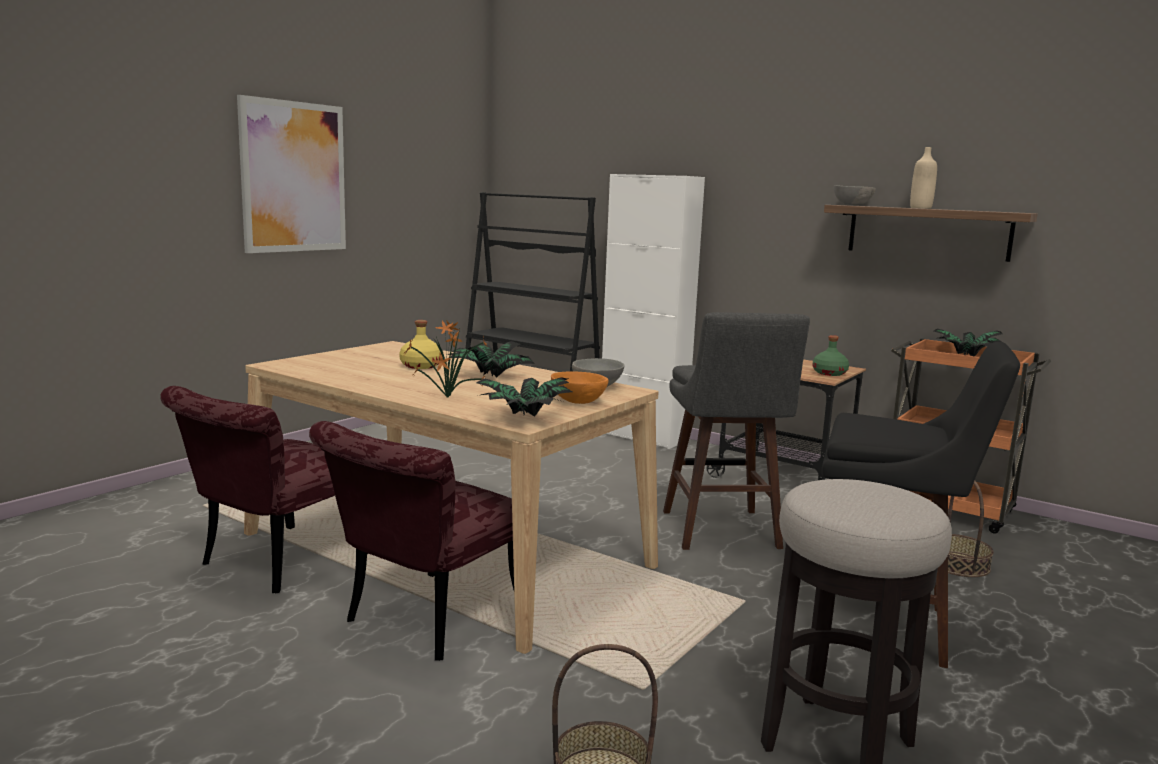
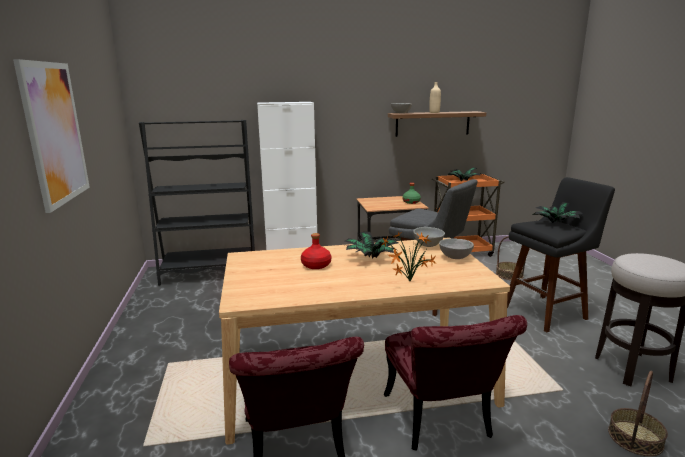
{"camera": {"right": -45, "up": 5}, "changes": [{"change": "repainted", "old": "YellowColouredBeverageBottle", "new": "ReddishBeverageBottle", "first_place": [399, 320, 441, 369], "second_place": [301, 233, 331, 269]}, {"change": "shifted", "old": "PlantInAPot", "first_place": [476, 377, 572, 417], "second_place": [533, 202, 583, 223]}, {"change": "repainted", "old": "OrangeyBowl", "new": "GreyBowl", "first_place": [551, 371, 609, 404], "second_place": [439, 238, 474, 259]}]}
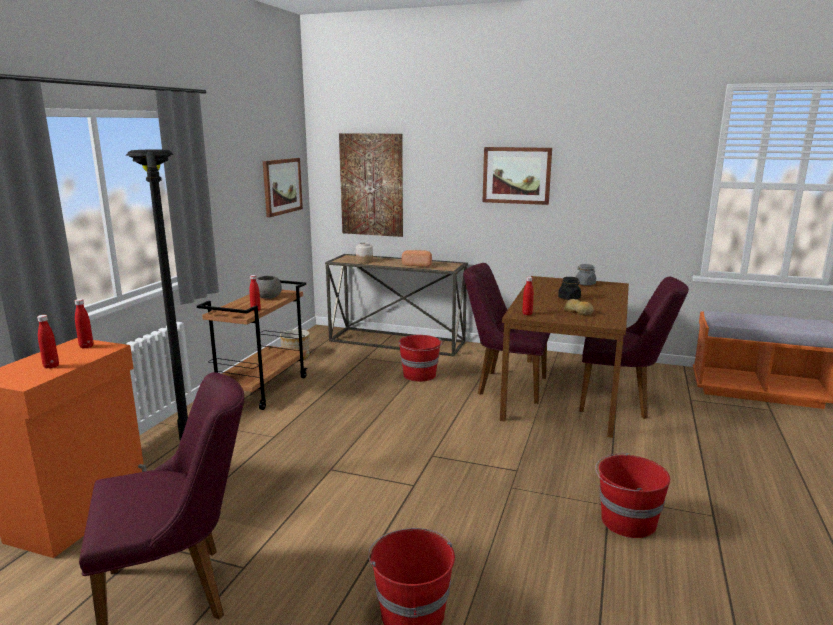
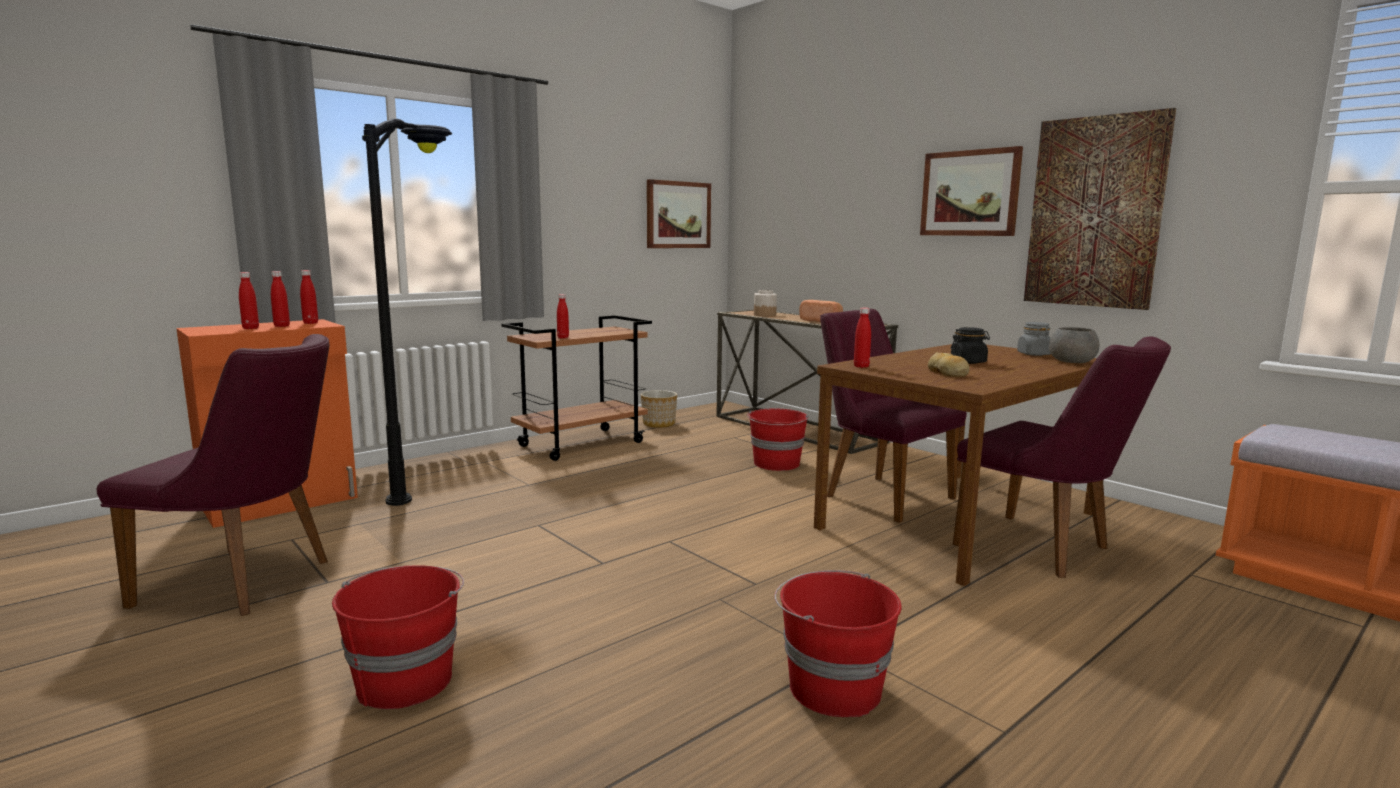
{"camera": {"right": 30, "up": -5}, "changes": [{"change": "shifted", "old": "GreyBowl", "first_place": [256, 276, 282, 299], "second_place": [1049, 327, 1100, 363]}, {"change": "shifted", "old": "WallArt", "first_place": [339, 133, 403, 237], "second_place": [1024, 108, 1176, 310]}, {"change": "new", "new": "ReddishBeverageBottle", "second_place": [271, 271, 290, 327]}]}
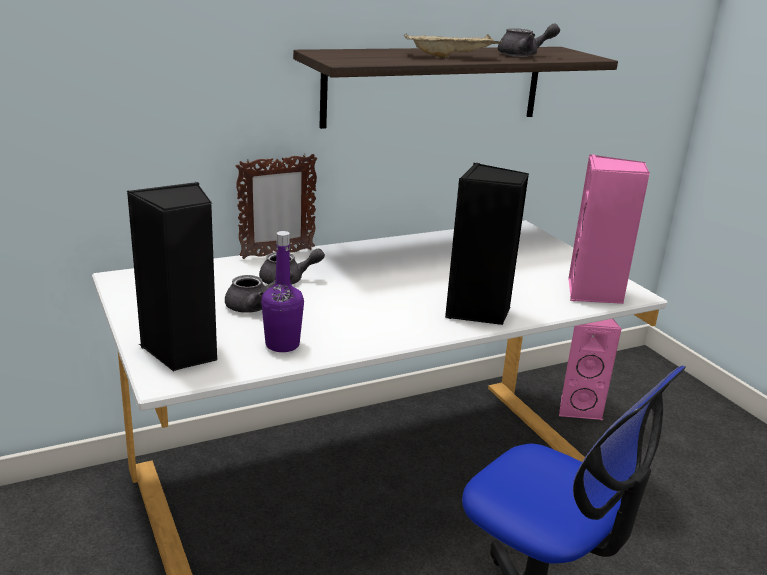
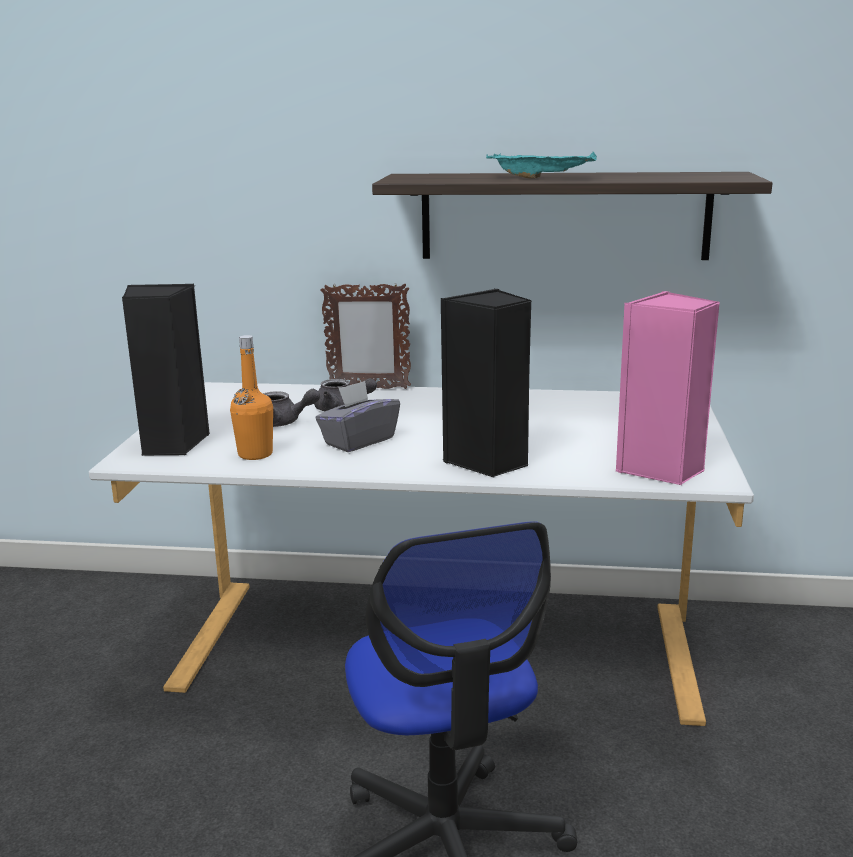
{"camera": {"right": 35, "up": -5}, "changes": [{"change": "repainted", "old": "PurpleBeverageBottle", "new": "OrangeyBeverageBottle", "first_place": [261, 231, 304, 352], "second_place": [230, 335, 273, 460]}, {"change": "repainted", "old": "BeigeCarryingTray", "new": "BlueGreenCarryingTray", "first_place": [404, 33, 502, 58], "second_place": [486, 152, 597, 179]}, {"change": "gone", "old": "GreyTeaPot", "first_place": [498, 24, 560, 57]}, {"change": "gone", "old": "PinkishAudioSpeaker", "first_place": [559, 319, 621, 421]}, {"change": "new", "new": "GreyTissueBox", "second_place": [315, 381, 400, 452]}]}
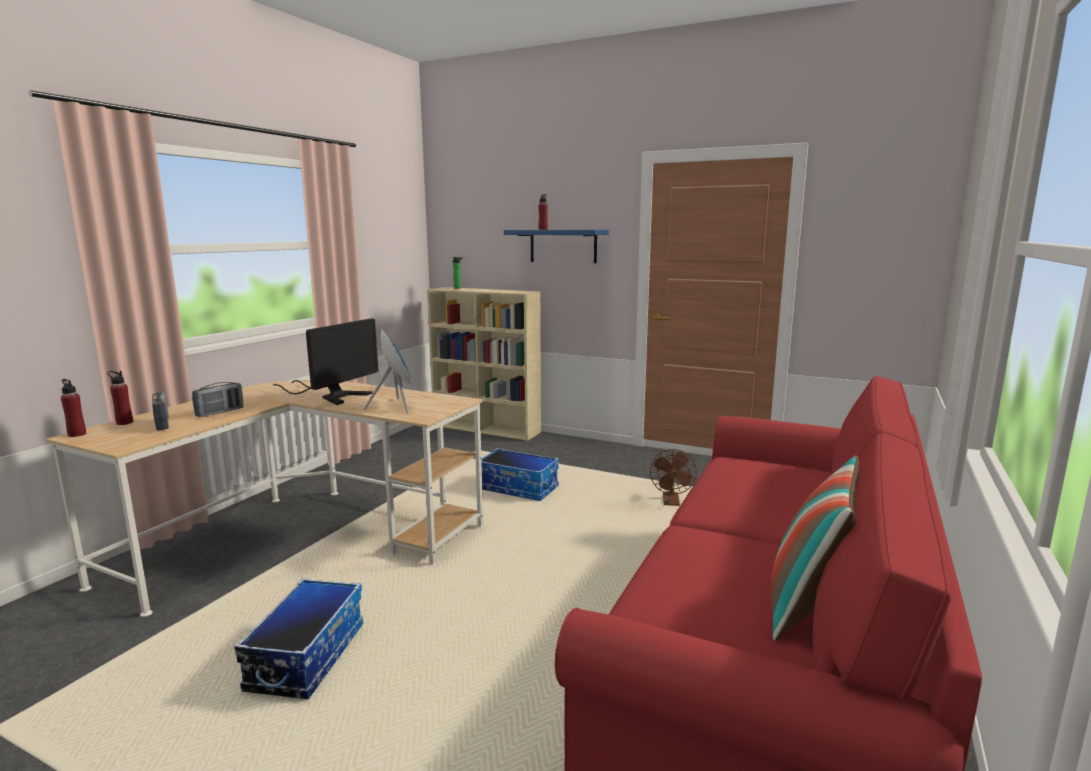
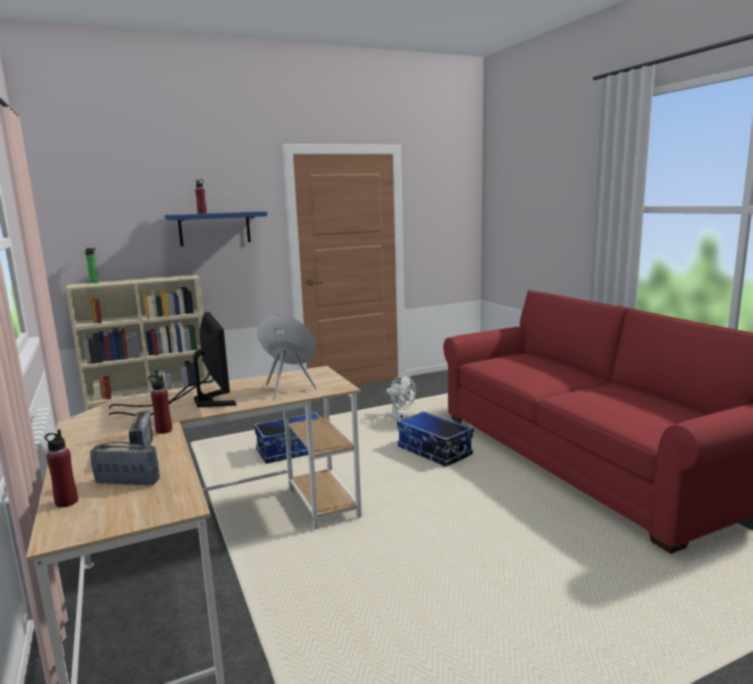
{"camera": {"right": -50, "up": 0}, "changes": [{"change": "shifted", "old": "ReddishBeverageBottle", "first_place": [61, 379, 86, 437], "second_place": [148, 374, 172, 434]}, {"change": "shifted", "old": "StorageBin", "first_place": [234, 578, 363, 699], "second_place": [397, 411, 474, 467]}, {"change": "repainted", "old": "BrownColouredElectricFan", "new": "WhitishElectricFan", "first_place": [650, 449, 697, 506], "second_place": [386, 375, 416, 419]}, {"change": "gone", "old": "Cushion", "first_place": [771, 455, 859, 641]}]}
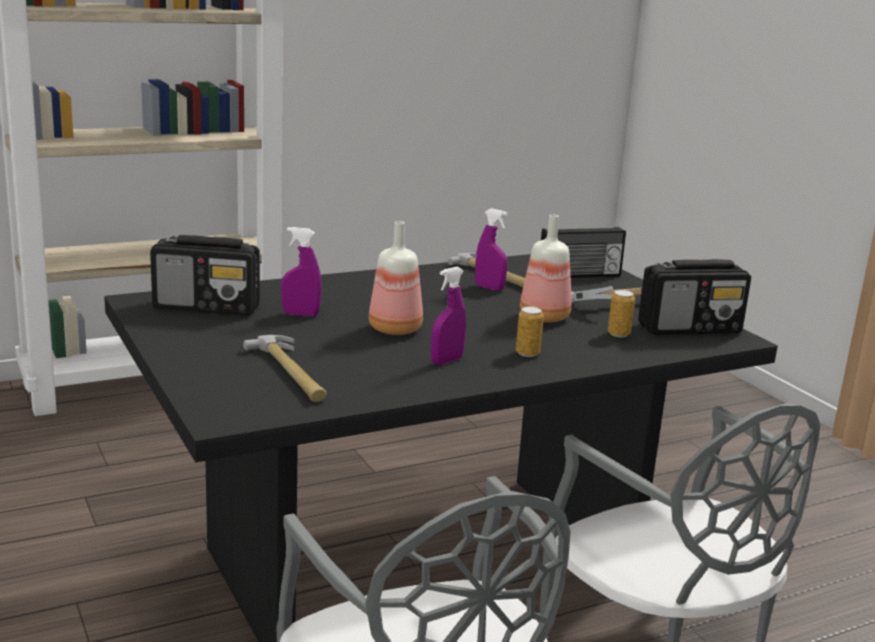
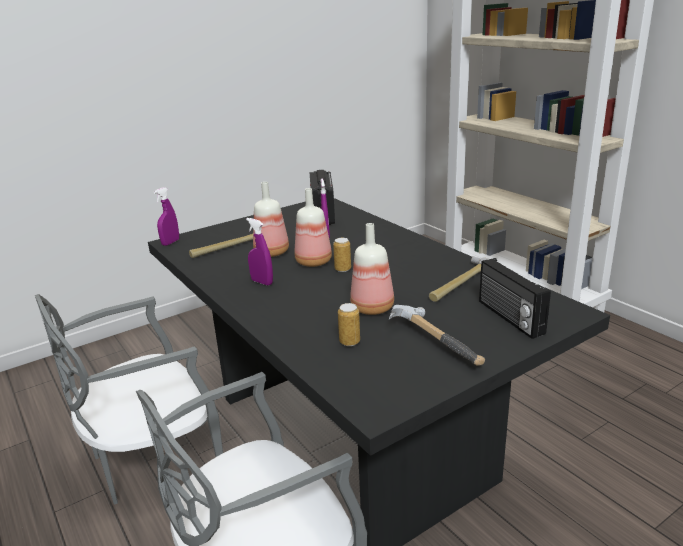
{"camera": {"right": 85, "up": 5}, "changes": [{"change": "shifted", "old": "PurpleHandSprayer", "first_place": [475, 208, 508, 291], "second_place": [154, 187, 179, 246]}, {"change": "shifted", "old": "SealedCan", "first_place": [516, 306, 544, 357], "second_place": [333, 238, 351, 272]}, {"change": "gone", "old": "RadioSet", "first_place": [638, 259, 751, 335]}, {"change": "new", "new": "BeverageBottle", "second_place": [253, 182, 289, 257]}]}
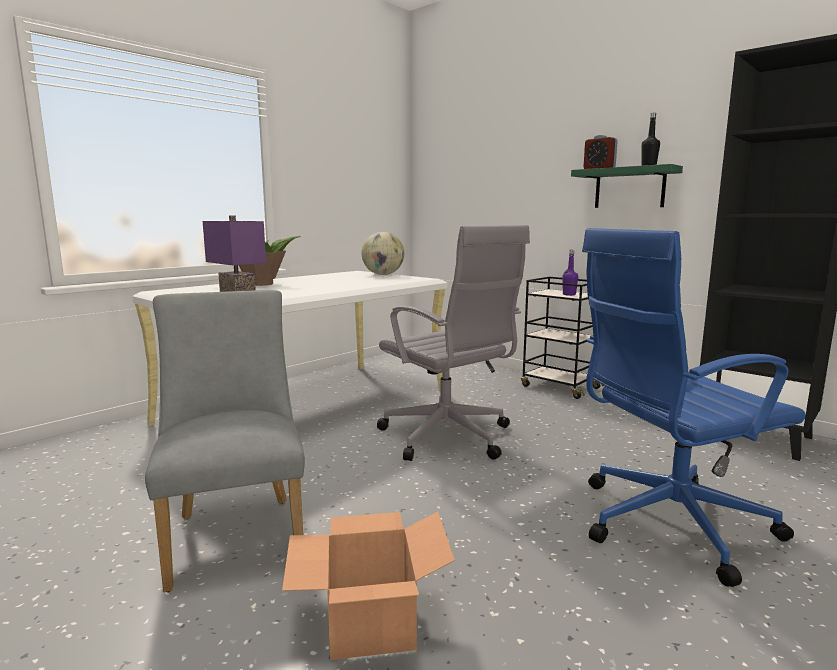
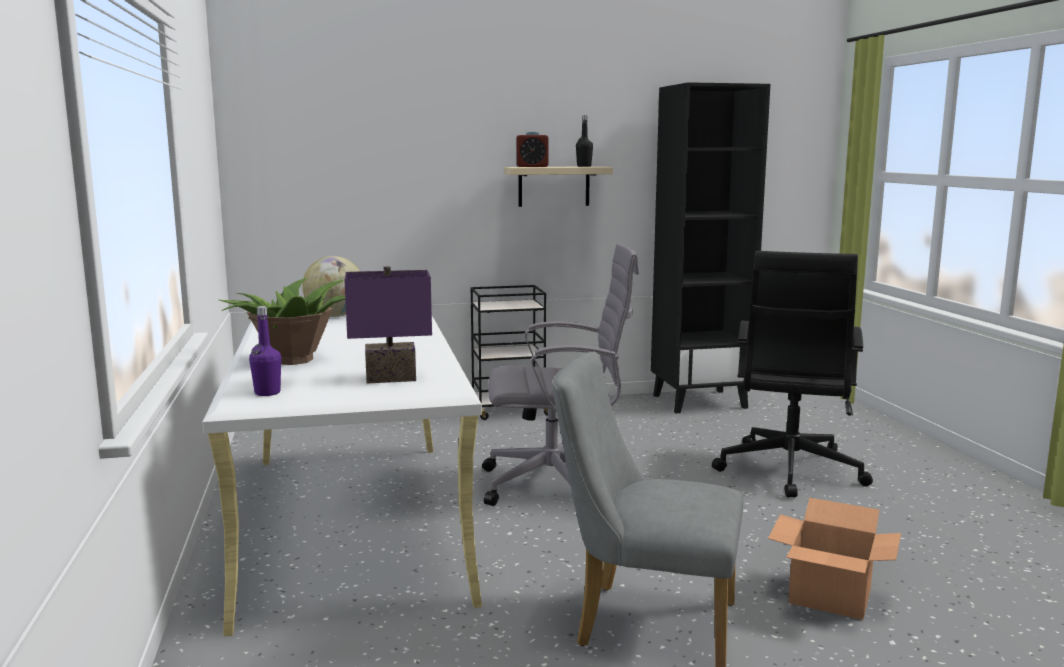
{"camera": {"right": -55, "up": 0}, "changes": [{"change": "shifted", "old": "PurpleBeverageBottle", "first_place": [562, 250, 578, 296], "second_place": [249, 306, 281, 396]}, {"change": "repainted", "old": "GreenishShelf", "new": "BeigeShelf", "first_place": [571, 164, 683, 208], "second_place": [504, 166, 613, 207]}, {"change": "repainted", "old": "BlueColouredDeskChair", "new": "BlackDeskChair", "first_place": [582, 228, 806, 587], "second_place": [712, 251, 873, 498]}]}
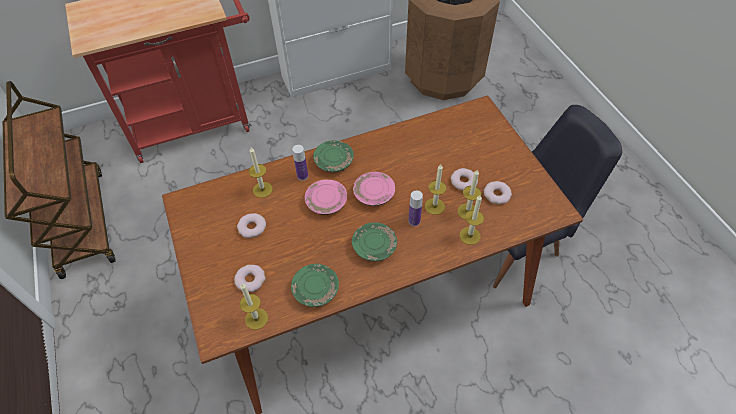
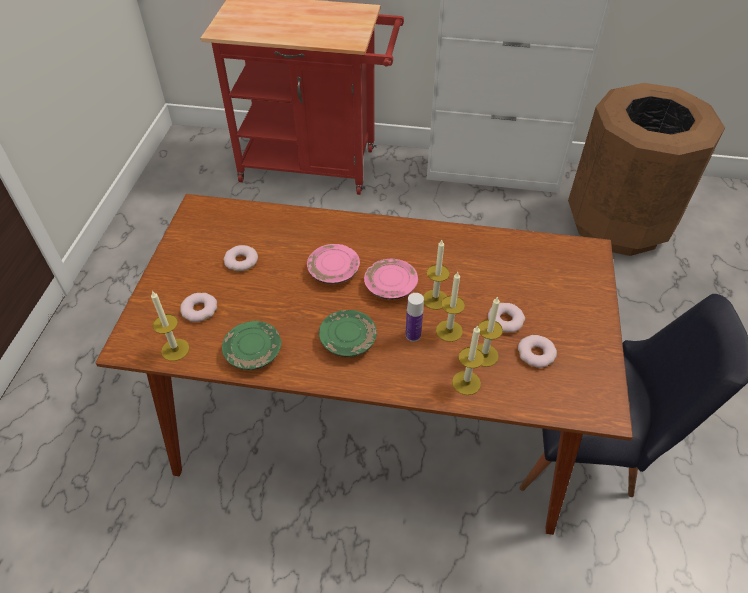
{"camera": {"right": 30, "up": -5}, "changes": [{"change": "gone", "old": "BrownColouredCart", "first_place": [3, 81, 116, 279]}, {"change": "shifted", "old": "Candle", "first_place": [249, 147, 273, 198], "second_place": [423, 240, 450, 310]}, {"change": "gone", "old": "BeverageBottle", "first_place": [292, 145, 308, 180]}, {"change": "gone", "old": "GreenishPlate", "first_place": [313, 140, 354, 173]}]}
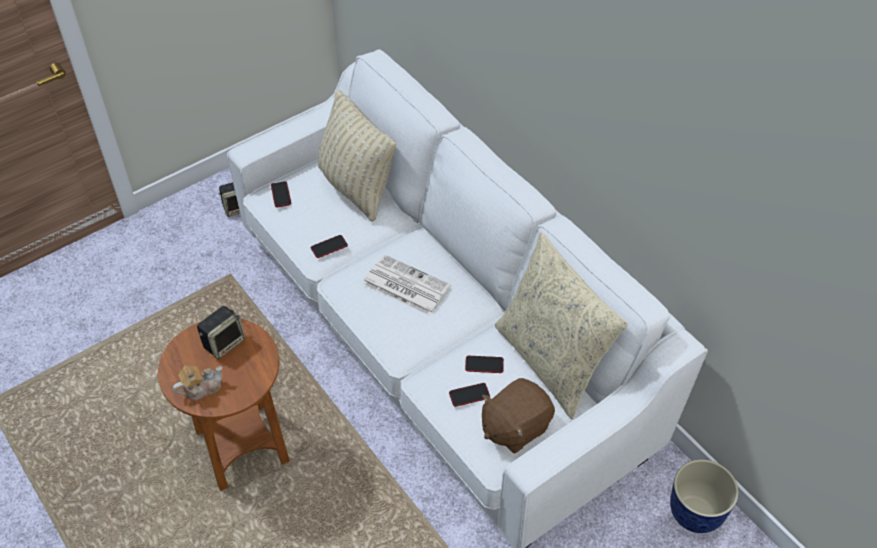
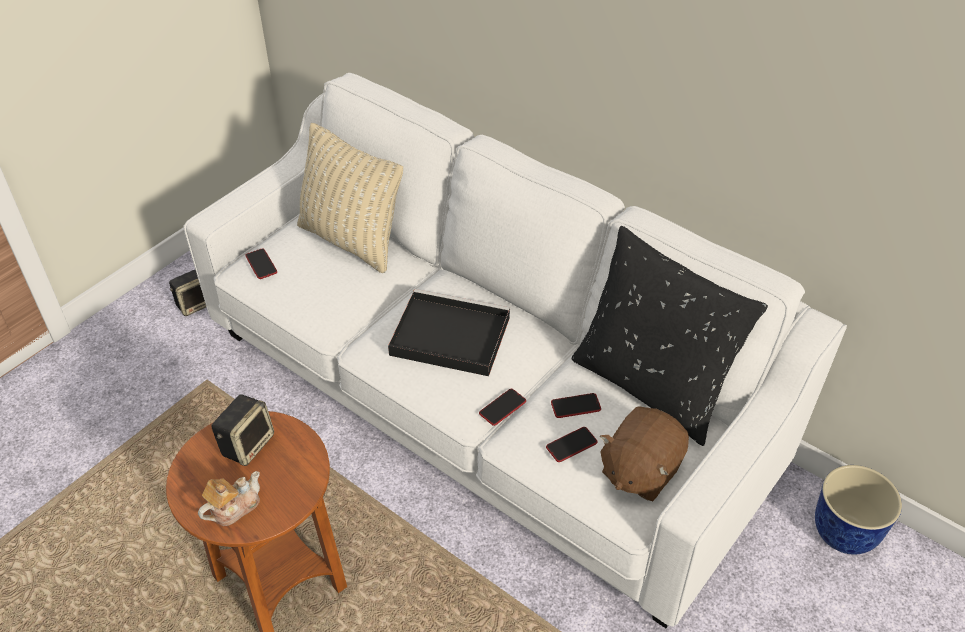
{"camera": {"right": -15, "up": -5}, "changes": [{"change": "shifted", "old": "Phone", "first_place": [311, 235, 348, 258], "second_place": [479, 389, 526, 426]}, {"change": "swapped", "old": "DailyPaper", "new": "BlackCarryingTray", "first_place": [363, 254, 451, 316], "second_place": [388, 289, 510, 376]}, {"change": "repainted", "old": "BeigeCushion", "new": "BlackCushion", "first_place": [495, 232, 628, 419], "second_place": [572, 226, 768, 446]}]}
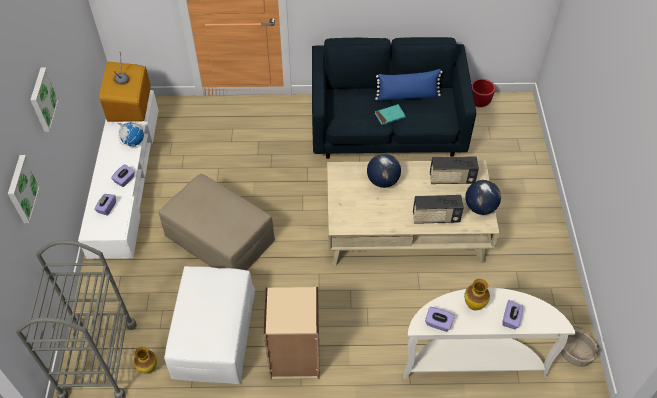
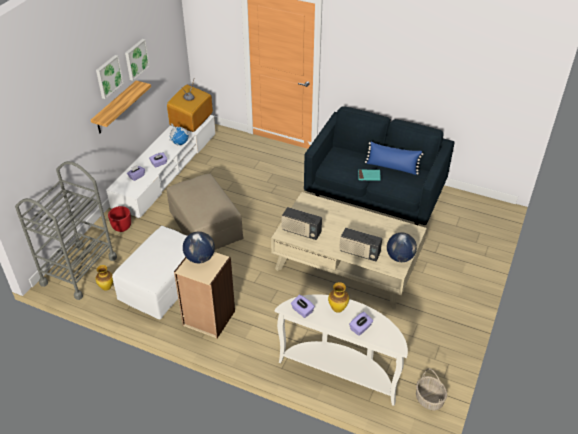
{"camera": {"right": 25, "up": -10}, "changes": [{"change": "shifted", "old": "WallArt", "first_place": [8, 155, 41, 223], "second_place": [125, 39, 150, 81]}, {"change": "shifted", "old": "WorldGlobe", "first_place": [367, 154, 401, 188], "second_place": [183, 231, 215, 263]}, {"change": "shifted", "old": "RadioSet", "first_place": [430, 157, 479, 184], "second_place": [281, 207, 322, 240]}, {"change": "shifted", "old": "ReddishPlantPot", "first_place": [471, 79, 495, 107], "second_place": [108, 206, 131, 232]}, {"change": "new", "new": "Shelf", "second_place": [91, 80, 151, 134]}]}
